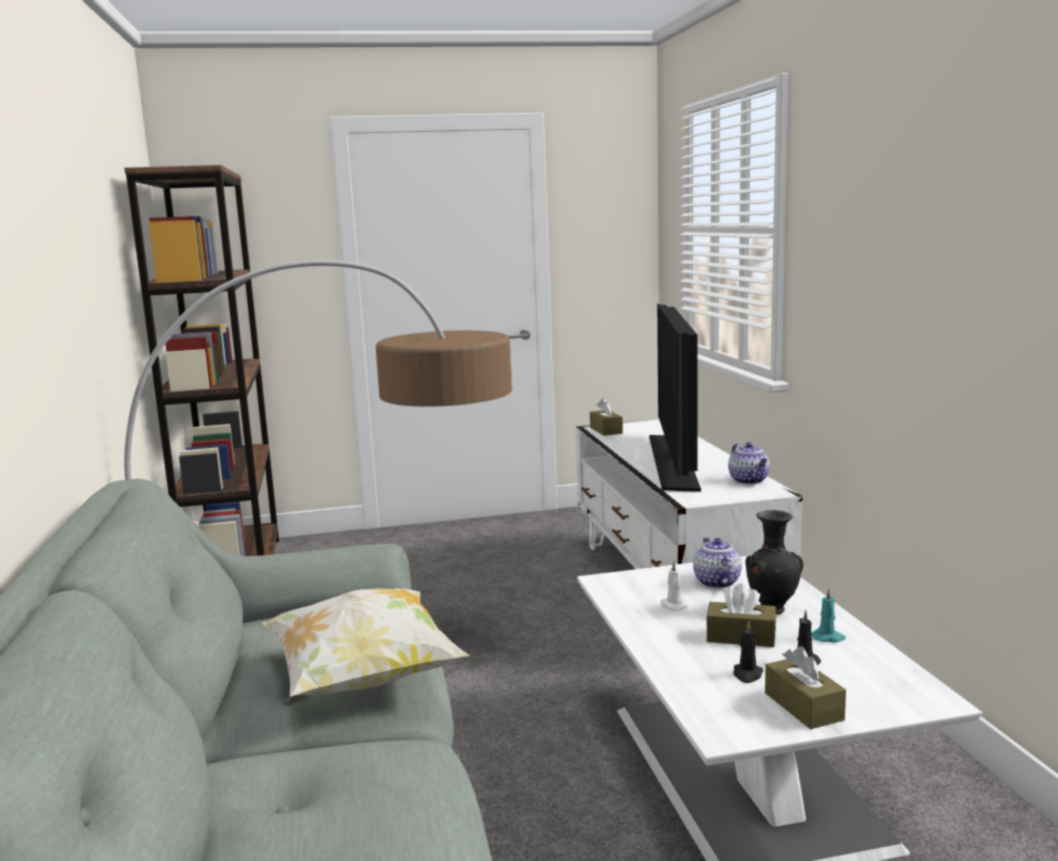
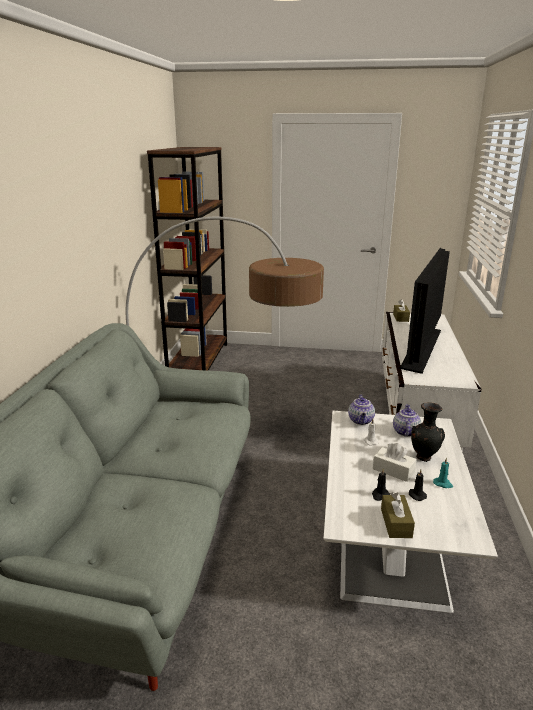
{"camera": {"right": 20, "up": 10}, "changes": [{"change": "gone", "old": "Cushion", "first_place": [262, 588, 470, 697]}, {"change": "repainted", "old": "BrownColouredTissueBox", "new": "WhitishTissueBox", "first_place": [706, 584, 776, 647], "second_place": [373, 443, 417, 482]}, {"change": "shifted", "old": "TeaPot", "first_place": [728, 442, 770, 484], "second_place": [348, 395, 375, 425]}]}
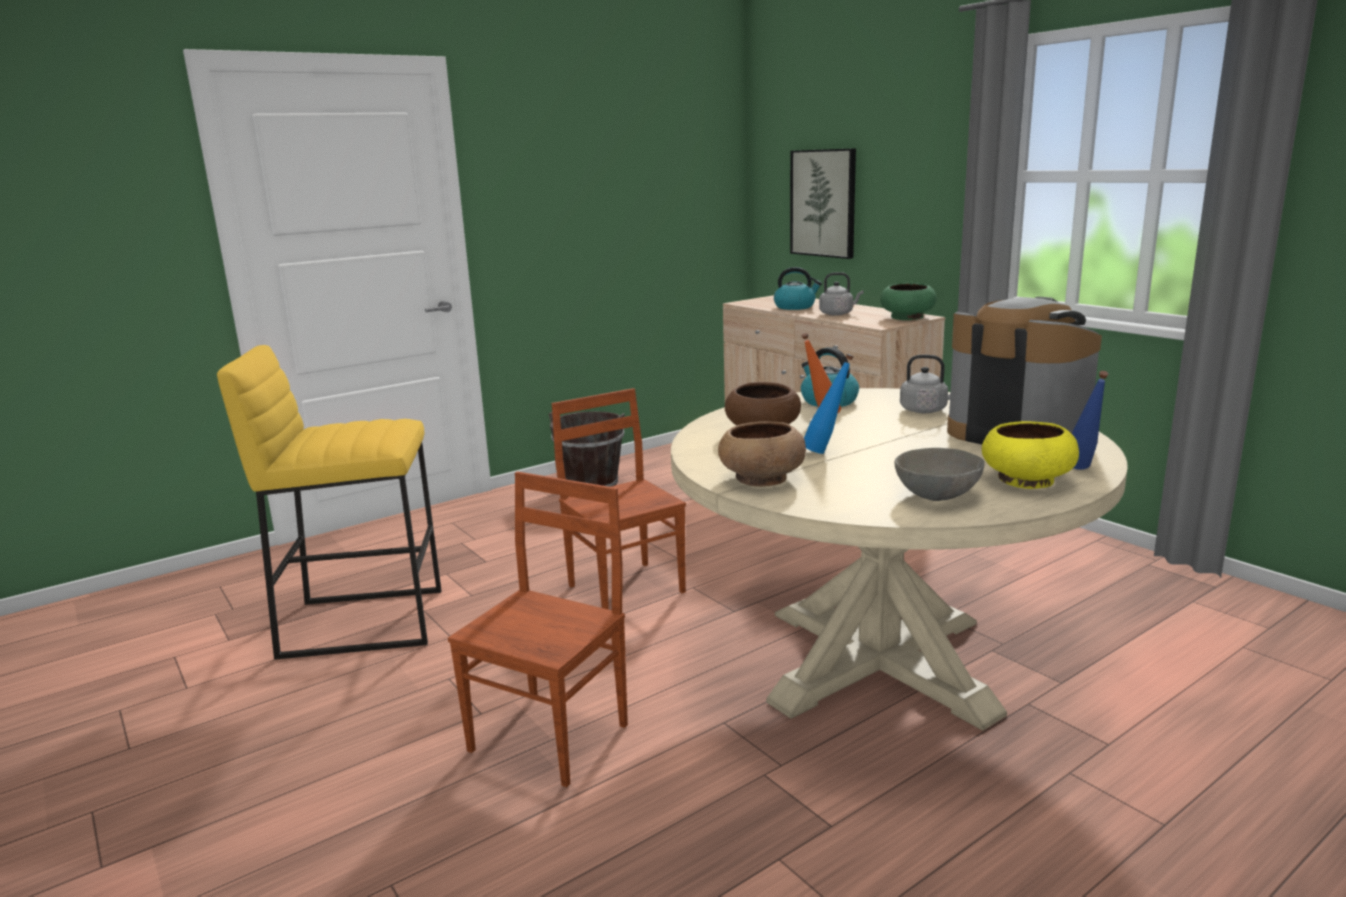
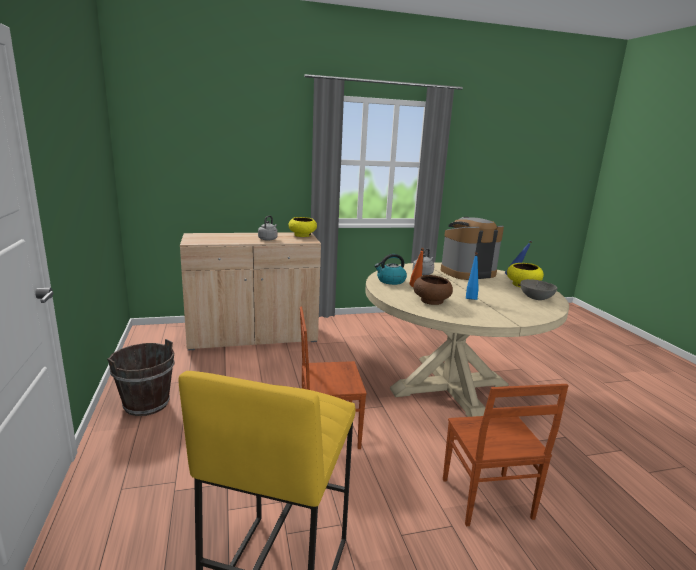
{"camera": {"right": -70, "up": 0}, "changes": [{"change": "rotated", "old": "BrownColouredPlainChair", "first_place": [448, 471, 628, 787], "second_place": [443, 384, 569, 526], "degrees": -150}, {"change": "gone", "old": "BrownColouredBowl", "first_place": [718, 421, 806, 487]}, {"change": "gone", "old": "WaterKettle", "first_place": [774, 267, 822, 310]}, {"change": "gone", "old": "WallArt", "first_place": [790, 148, 856, 259]}, {"change": "repainted", "old": "GreenishBowl", "new": "YellowColouredBowl", "first_place": [880, 283, 937, 320], "second_place": [288, 217, 317, 237]}]}
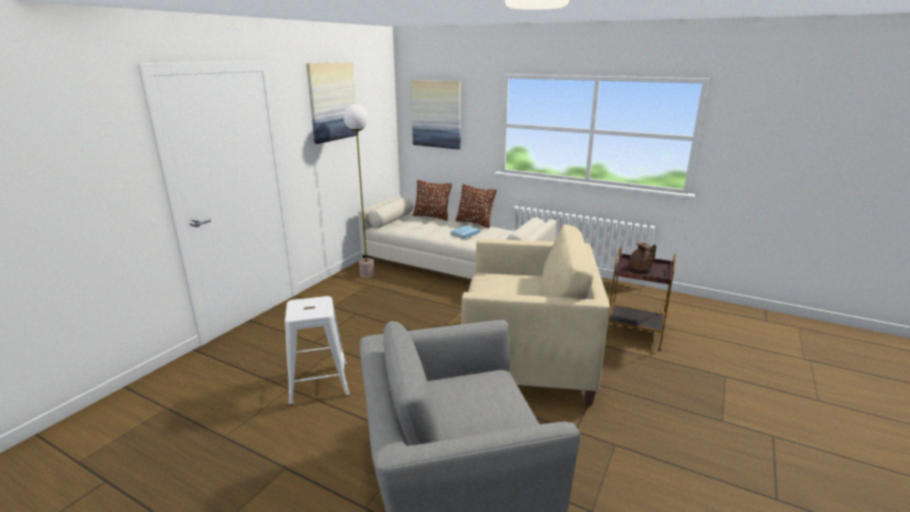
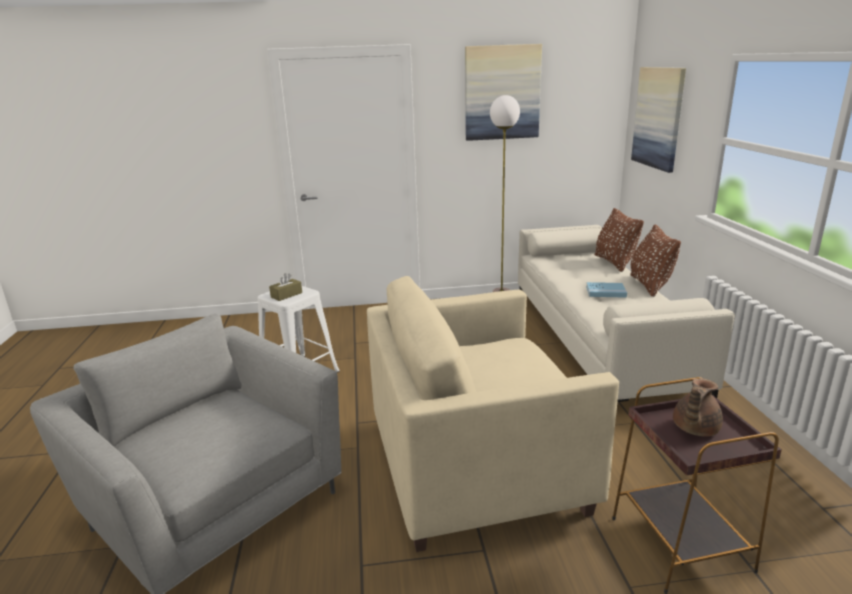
{"camera": {"right": 55, "up": 0}, "changes": [{"change": "rotated", "old": "BeigeArmchair", "first_place": [461, 225, 610, 405], "second_place": [367, 276, 619, 552], "degrees": 105}, {"change": "new", "new": "BrownColouredTissueBox", "second_place": [269, 273, 302, 301]}]}
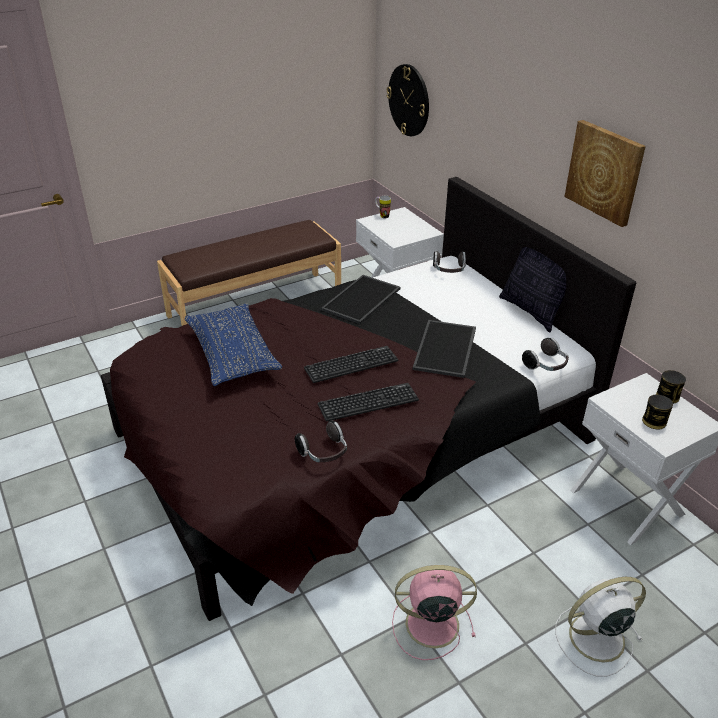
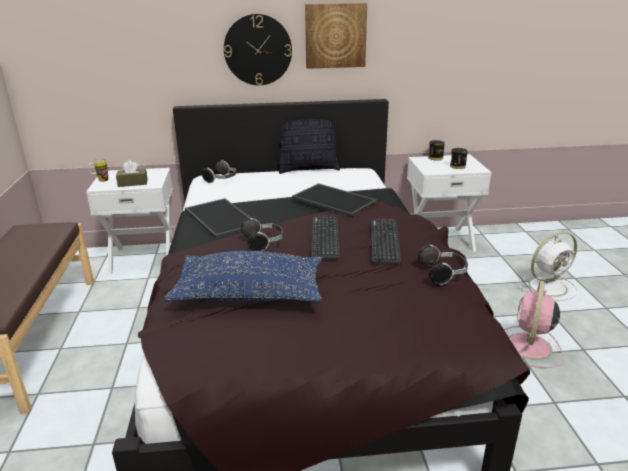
{"camera": {"right": -65, "up": -10}, "changes": [{"change": "shifted", "old": "HangingClock", "first_place": [387, 64, 429, 136], "second_place": [224, 14, 292, 85]}, {"change": "shifted", "old": "Headphones", "first_place": [522, 338, 569, 371], "second_place": [241, 218, 283, 251]}, {"change": "rotated", "old": "WhitishElectricFan", "first_place": [555, 577, 646, 677], "second_place": [518, 232, 578, 301], "degrees": -120}, {"change": "new", "new": "BrownColouredTissueBox", "second_place": [116, 160, 148, 187]}]}
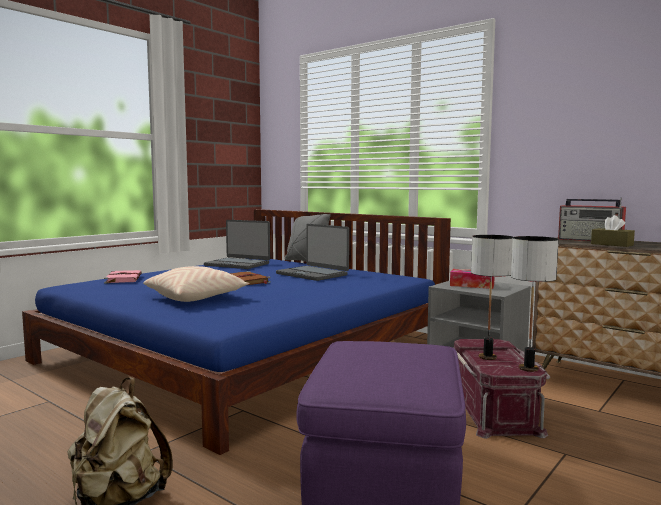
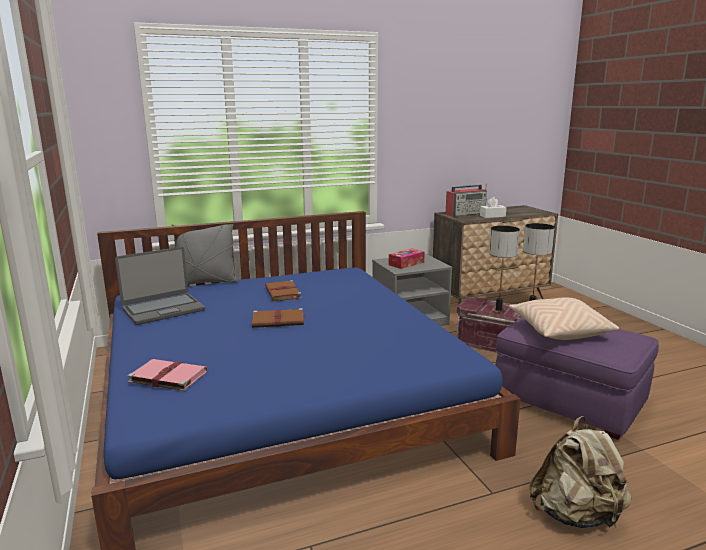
{"camera": {"right": -60, "up": 10}, "changes": [{"change": "shifted", "old": "BeigeCushion", "first_place": [143, 266, 249, 302], "second_place": [509, 298, 619, 340]}, {"change": "swapped", "old": "PortableComputer", "new": "BrownColouredBook", "first_place": [276, 224, 349, 281], "second_place": [265, 280, 302, 301]}, {"change": "repainted", "old": "BrownColouredTissueBox", "new": "WhitishTissueBox", "first_place": [591, 215, 635, 247], "second_place": [480, 197, 506, 218]}]}
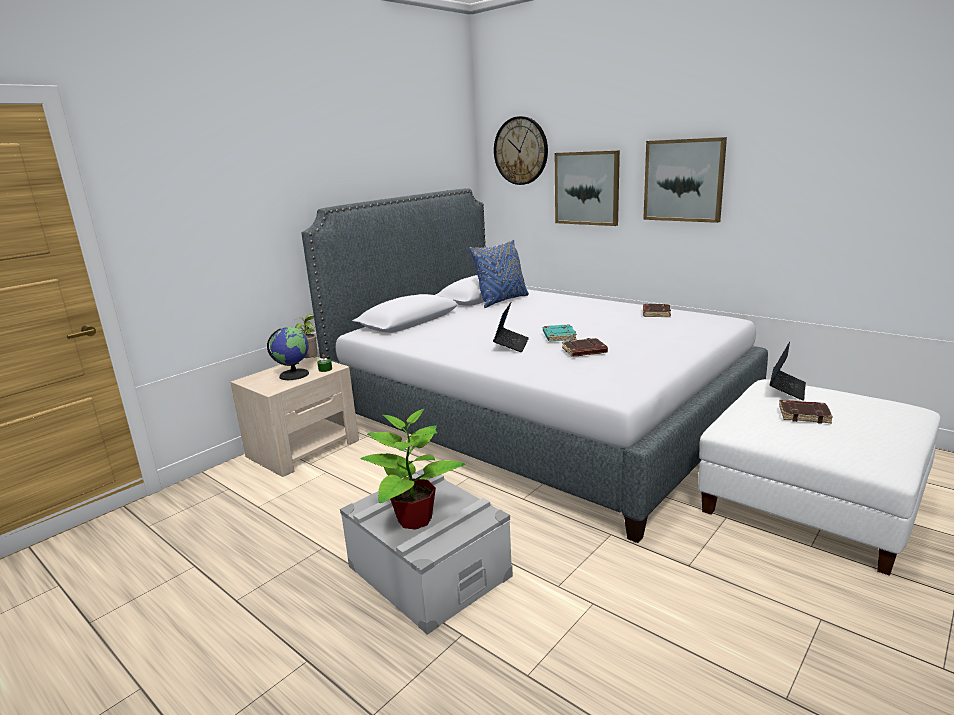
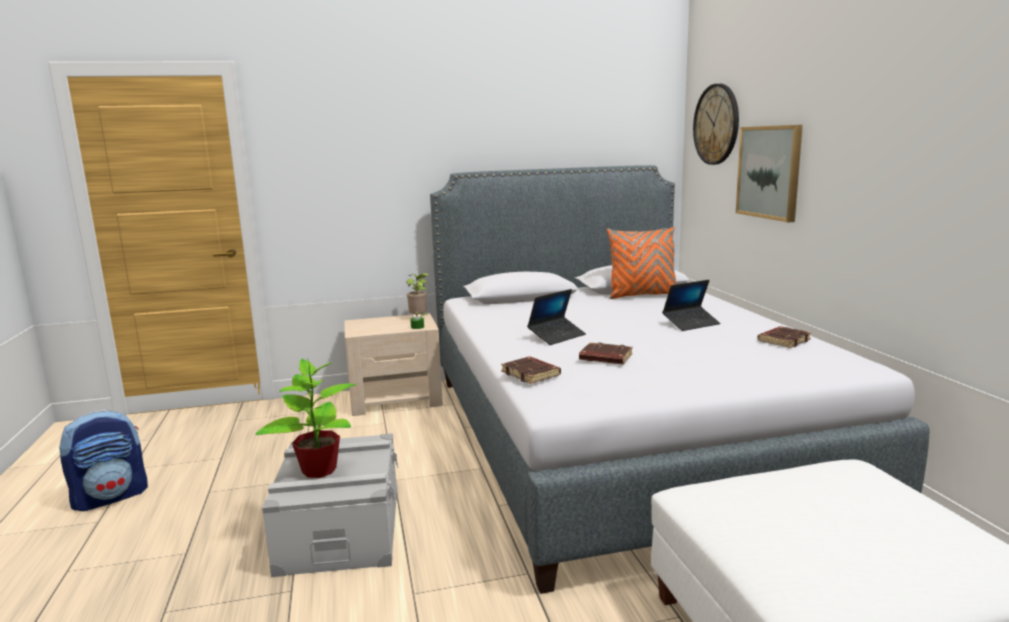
{"camera": {"right": 35, "up": -5}, "changes": [{"change": "gone", "old": "WorldGlobe", "first_place": [267, 327, 309, 380]}, {"change": "repainted", "old": "BlueColouredCushion", "new": "OrangeyCushion", "first_place": [469, 240, 529, 308], "second_place": [607, 227, 676, 299]}, {"change": "gone", "old": "BlueGreenBook", "first_place": [543, 324, 577, 342]}, {"change": "gone", "old": "WallArt", "first_place": [643, 137, 727, 223]}, {"change": "shifted", "old": "PortableComputer", "first_place": [770, 342, 806, 401], "second_place": [662, 280, 720, 331]}, {"change": "shifted", "old": "BrownColouredBook", "first_place": [779, 400, 833, 424], "second_place": [501, 357, 561, 384]}, {"change": "new", "new": "Backpack", "second_place": [59, 409, 148, 511]}]}
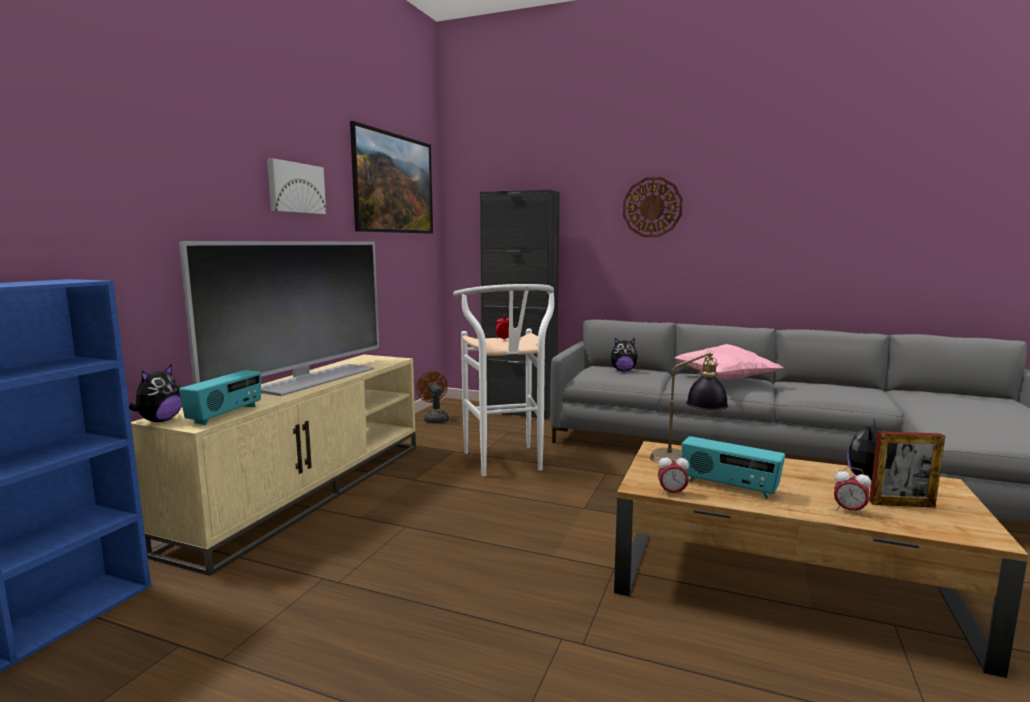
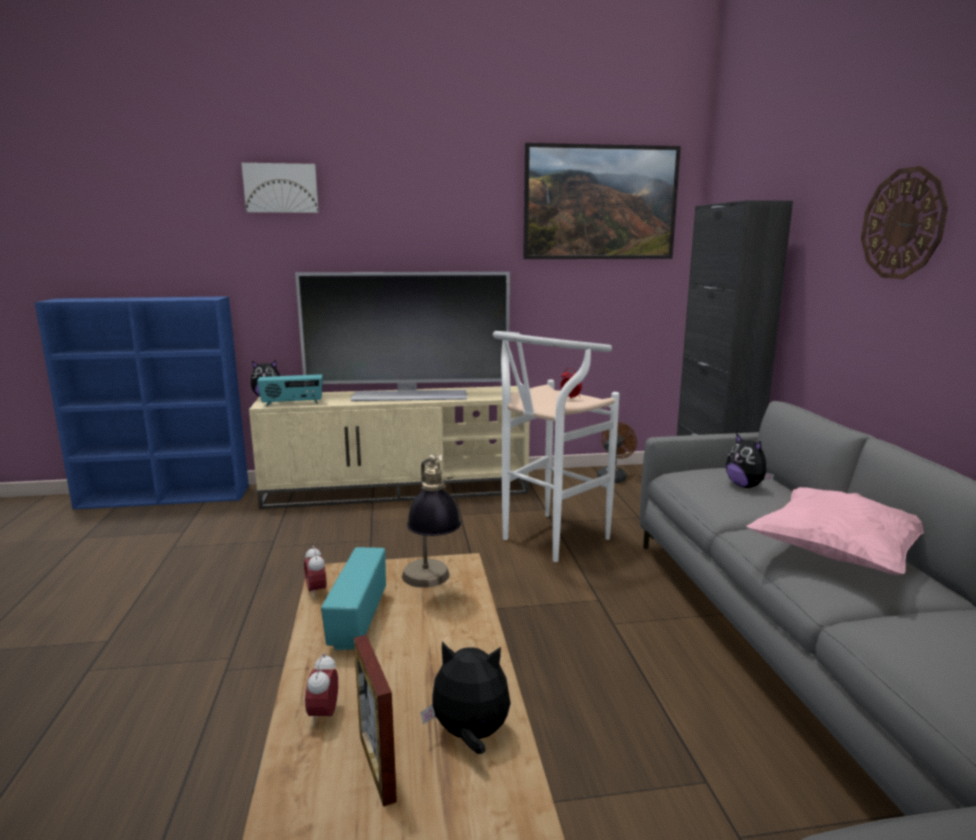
{"camera": {"right": 60, "up": 5}, "changes": [{"change": "shifted", "old": "WallArt", "first_place": [267, 158, 326, 214], "second_place": [242, 163, 319, 213]}]}
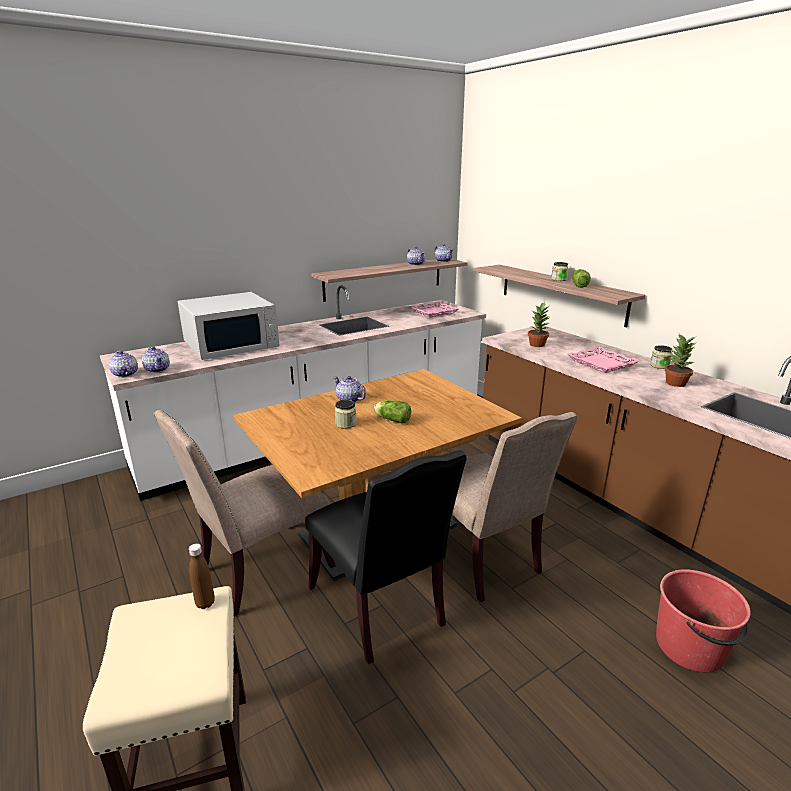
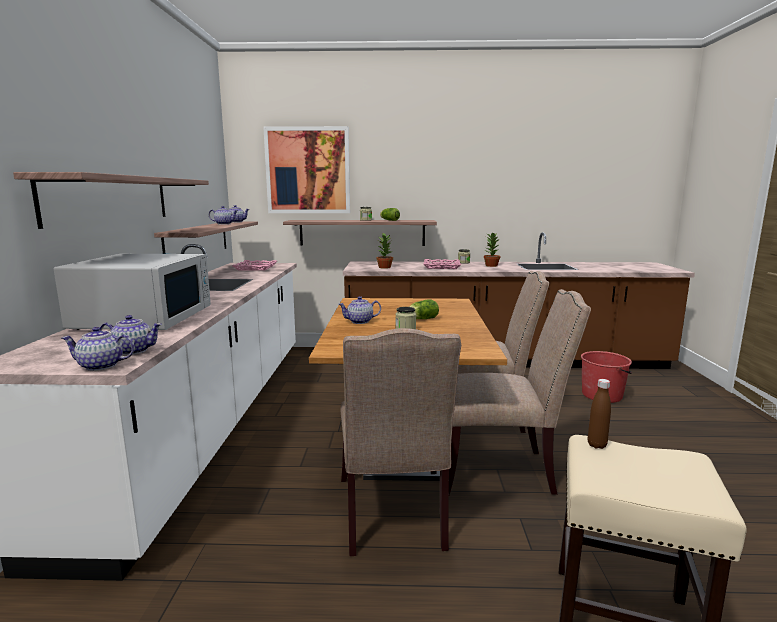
{"camera": {"right": -55, "up": -10}, "changes": [{"change": "repainted", "old": "BlackPlainChair", "new": "BeigePlainChair", "first_place": [305, 450, 467, 664], "second_place": [449, 289, 591, 495]}, {"change": "new", "new": "Shelf", "second_place": [13, 172, 209, 229]}, {"change": "new", "new": "WallArt", "second_place": [263, 126, 350, 213]}]}
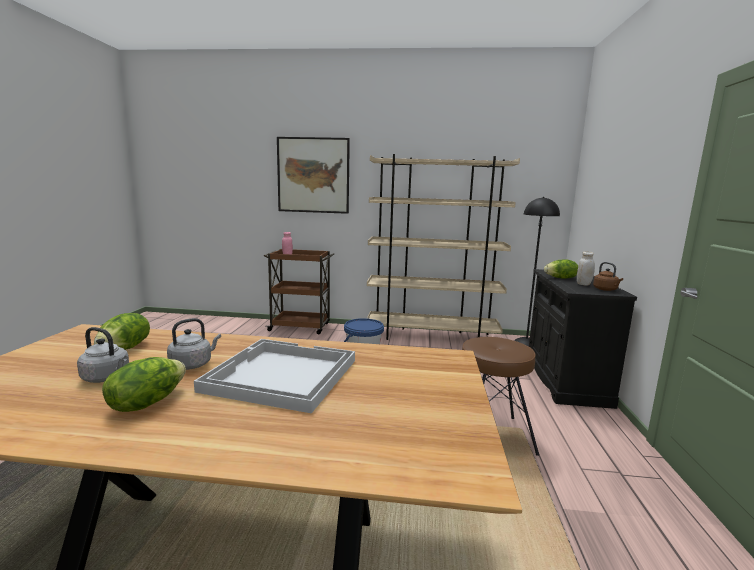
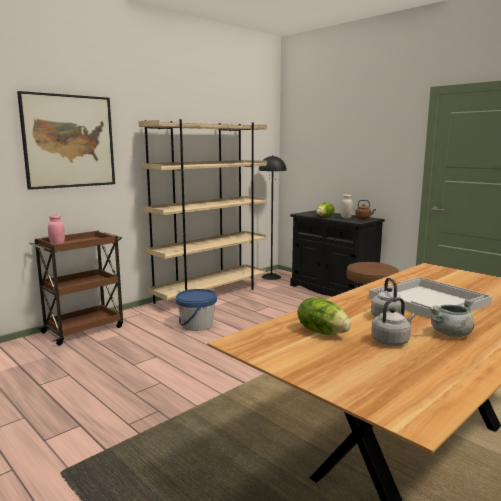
{"camera": {"right": -50, "up": 0}, "changes": [{"change": "swapped", "old": "Lettuce", "new": "GreyCookingPot", "first_place": [102, 357, 186, 412], "second_place": [429, 299, 474, 337]}]}
